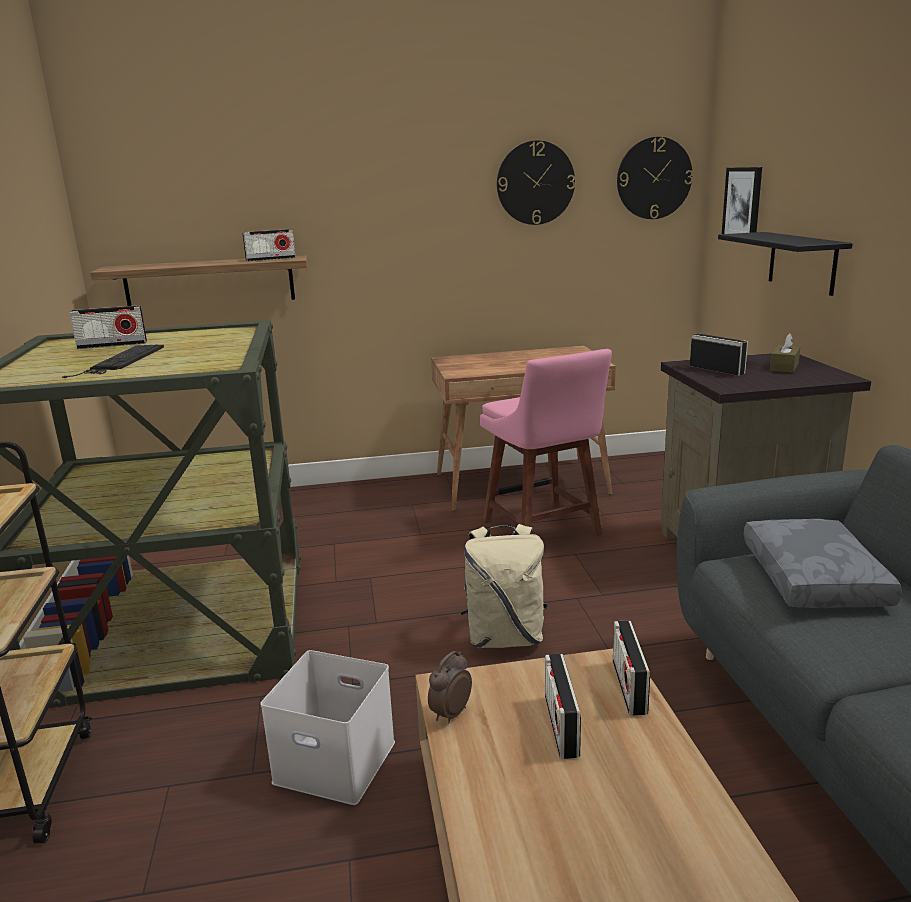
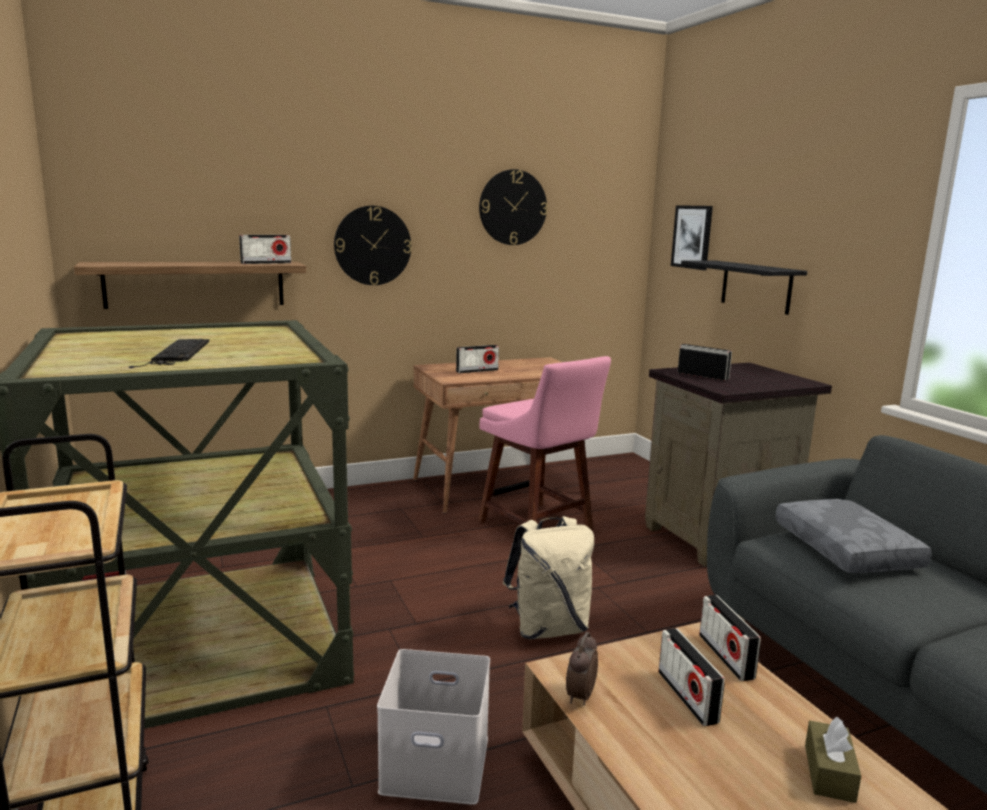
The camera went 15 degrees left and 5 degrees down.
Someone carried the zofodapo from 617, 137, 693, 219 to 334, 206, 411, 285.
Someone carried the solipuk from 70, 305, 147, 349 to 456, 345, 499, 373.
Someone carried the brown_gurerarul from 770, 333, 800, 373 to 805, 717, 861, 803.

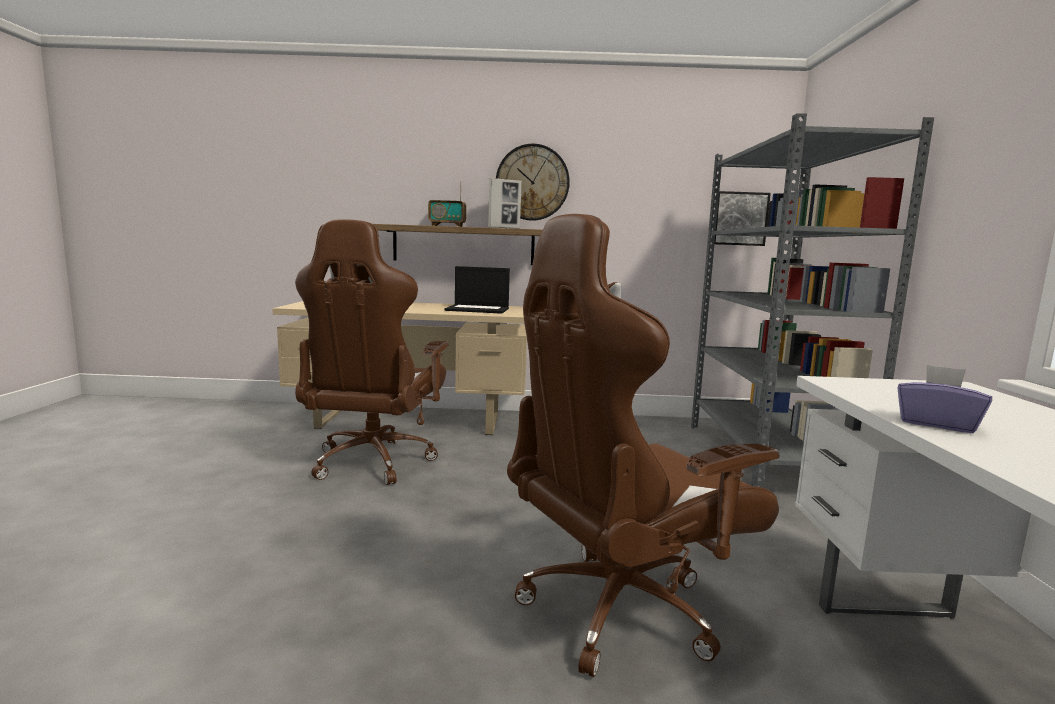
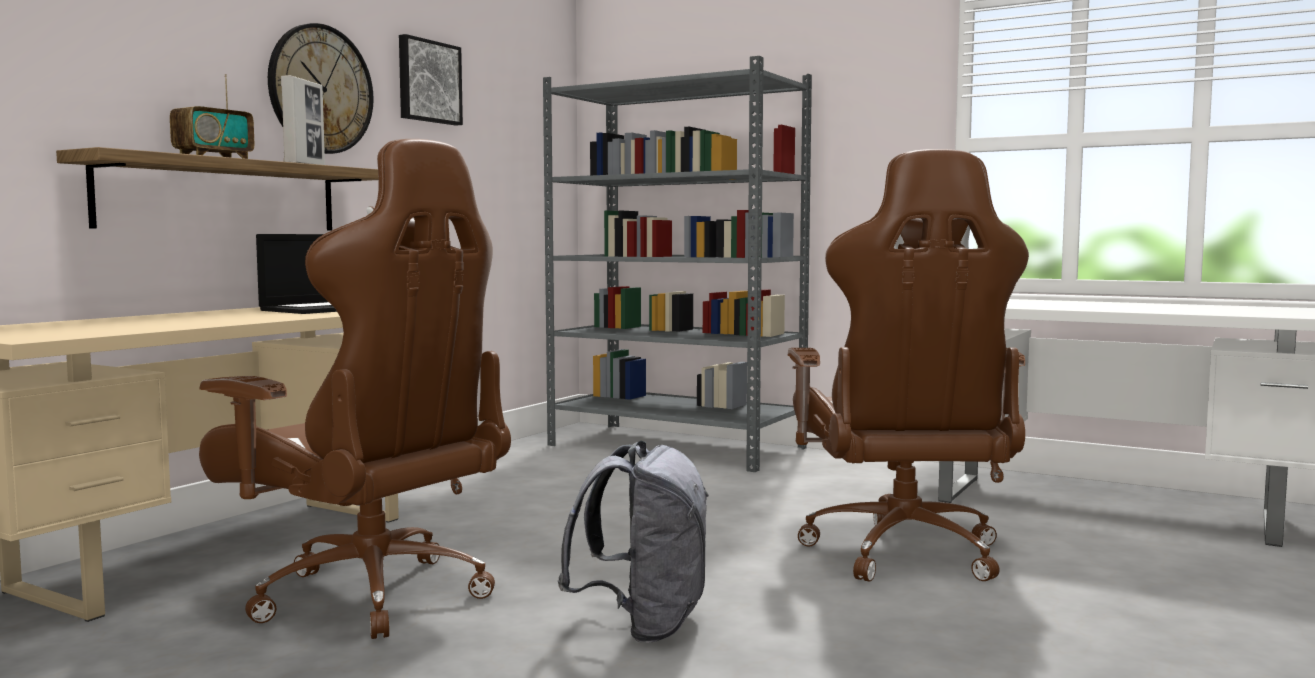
The camera went 60 degrees left and 5 degrees down.
Someone carried the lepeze from 712, 191, 771, 246 to 399, 34, 463, 126.
Someone put down the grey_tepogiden at 558, 441, 709, 643.
Someone took away the purple_gurerarul at 898, 365, 992, 433.

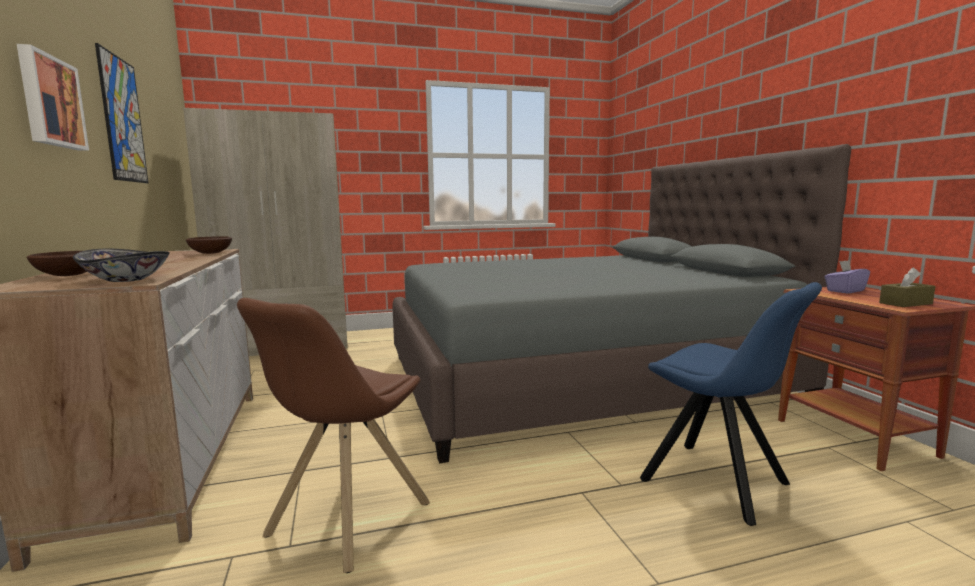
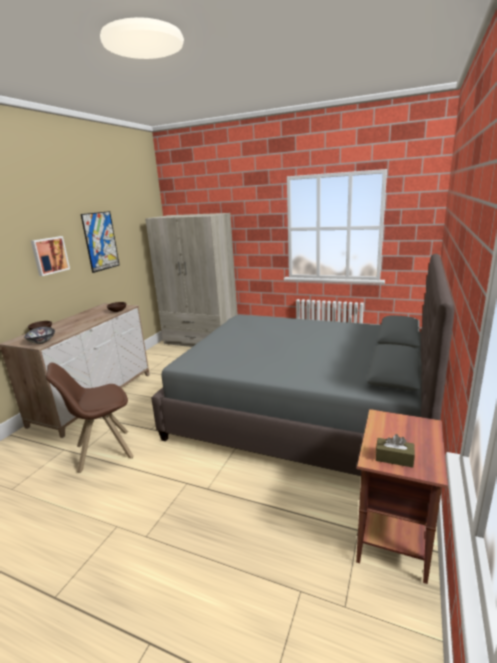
The camera went 40 degrees right and 10 degrees up.
Someone took away the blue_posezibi at 640, 282, 822, 526.
Someone took away the purple_gurerarul at 824, 260, 870, 294.

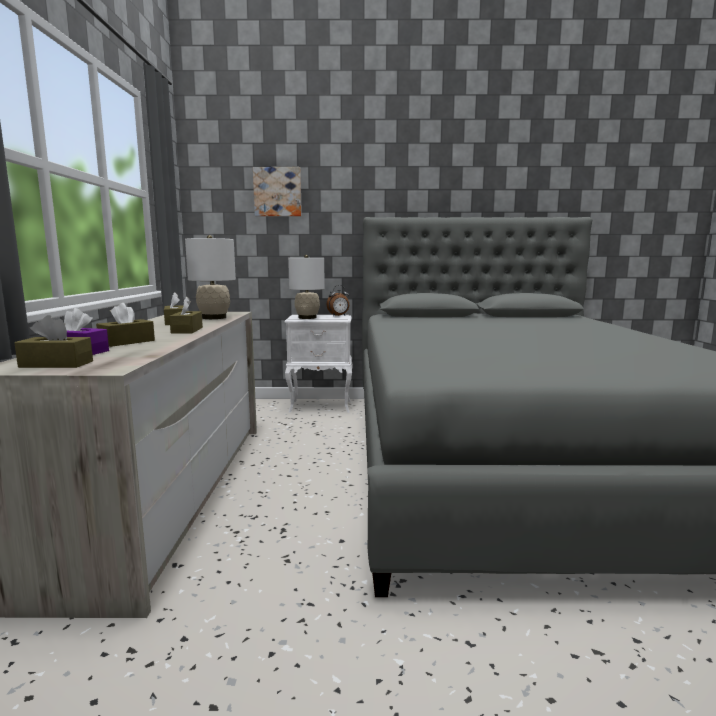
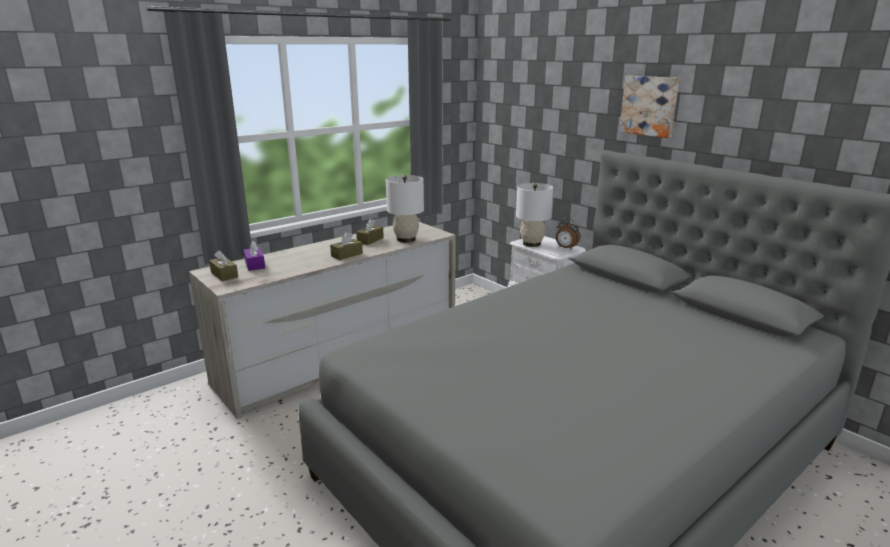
The camera went 50 degrees right and 10 degrees up.
Someone carried the lepeze from 253, 167, 302, 216 to 619, 76, 679, 138.
Someone took away the brown_gurerarul at 96, 303, 155, 347.

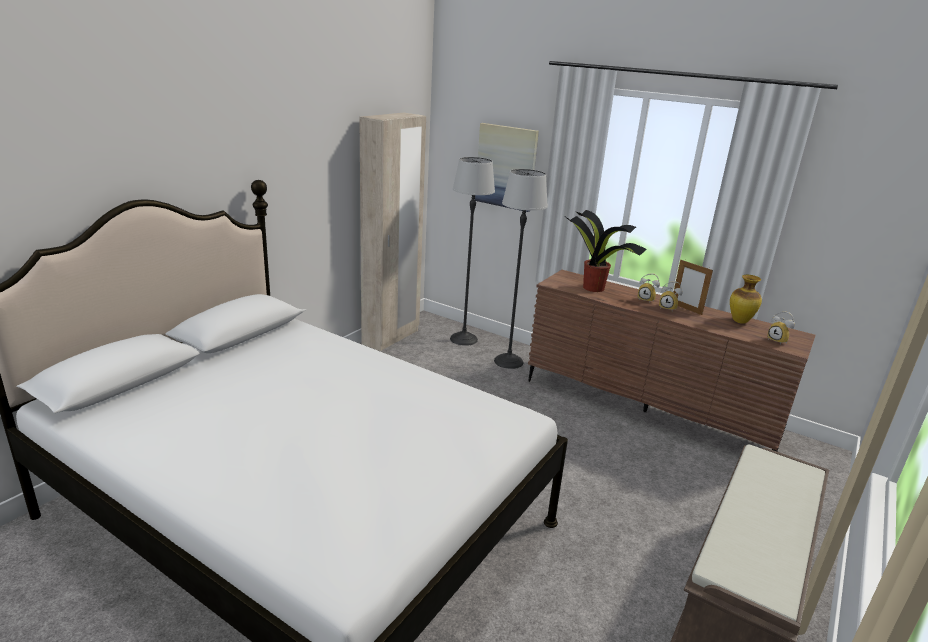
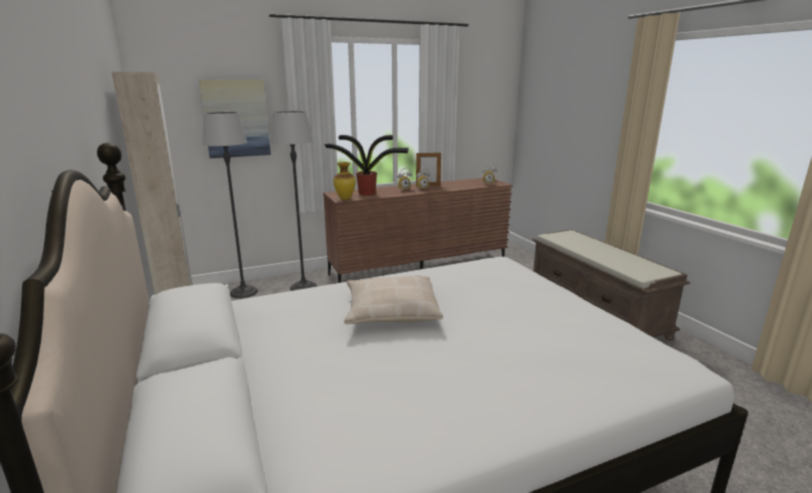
The camera went 55 degrees left and 5 degrees down.
Someone carried the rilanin from 730, 275, 762, 324 to 333, 162, 356, 200.
Someone put down the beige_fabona at 344, 275, 443, 324.

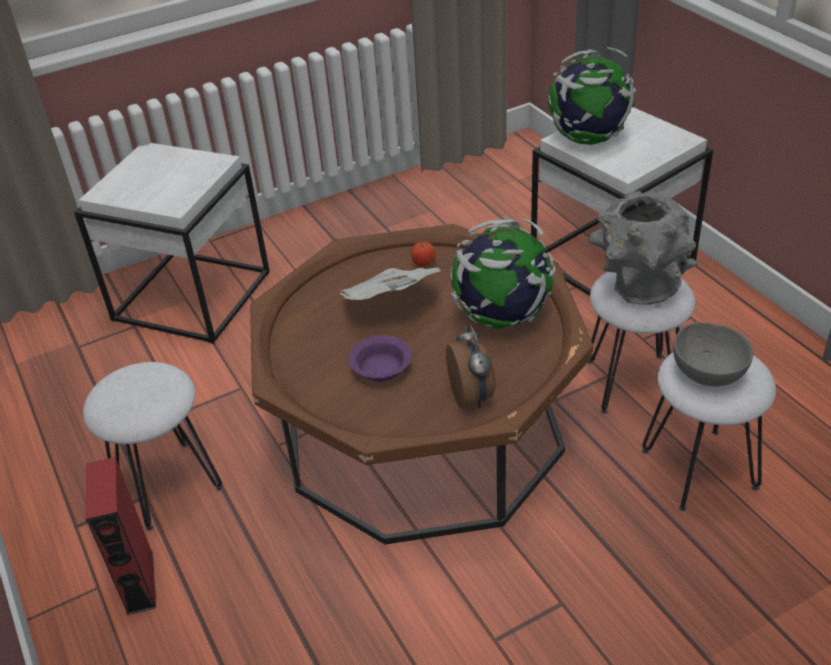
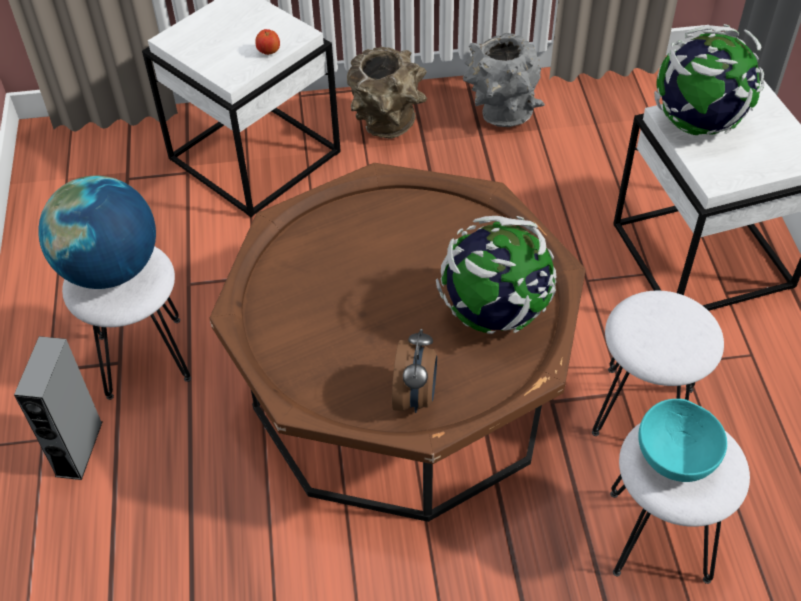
The camera went 20 degrees right and 10 degrees up.
Someone repainted the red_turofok at 86, 457, 156, 615, which became the grey_turofok at 14, 336, 103, 480.
Someone put down the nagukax at 38, 176, 156, 289.
Someone carried the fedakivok from 411, 242, 436, 267 to 255, 29, 280, 55.
Someone put down the brown_rilanin at 347, 47, 427, 139.
Someone carried the grey_rilanin from 588, 191, 698, 305 to 463, 33, 545, 127.
Someone repainted the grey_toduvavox at 673, 322, 753, 386, which became the turquoise_toduvavox at 638, 399, 727, 482.
Someone took away the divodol at 340, 267, 440, 300.
Someone took away the purple_toduvavox at 348, 335, 411, 382.

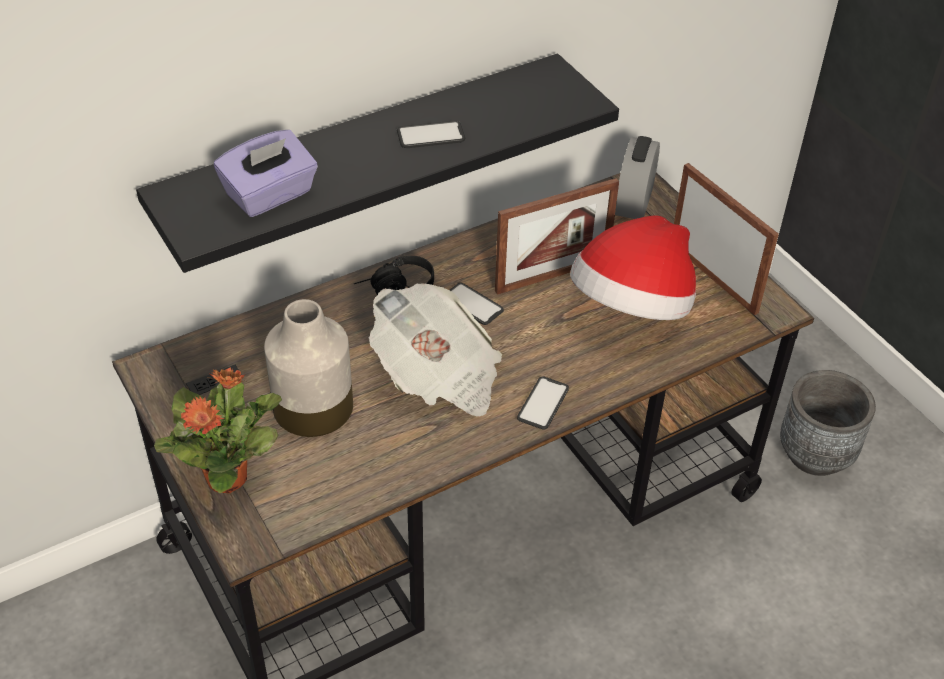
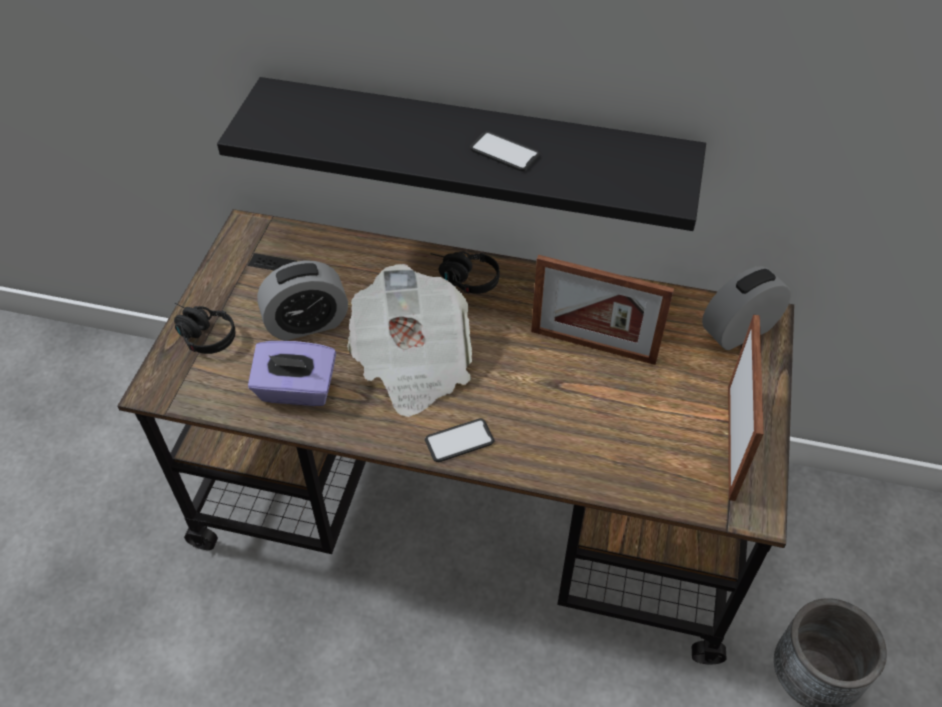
The camera went 45 degrees right and 5 degrees up.
Someone swapped the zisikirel at 154, 367, 282, 494 for the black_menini at 174, 303, 236, 354.
Someone carried the purple_gurerarul from 214, 130, 318, 217 to 248, 341, 336, 406.
Someone swapped the beige_rilanin at 264, 299, 353, 437 for the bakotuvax at 257, 260, 348, 341.
Someone took away the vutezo at 450, 283, 504, 325.
Someone took away the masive at 570, 215, 696, 320.

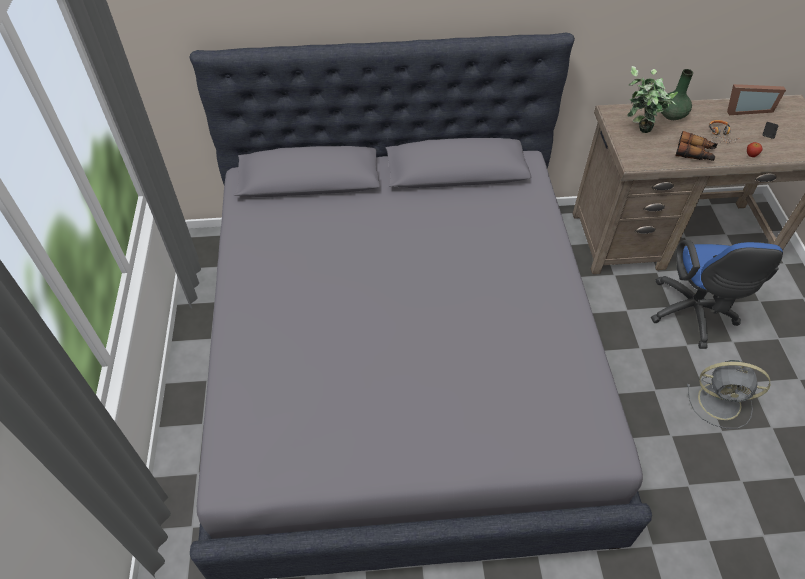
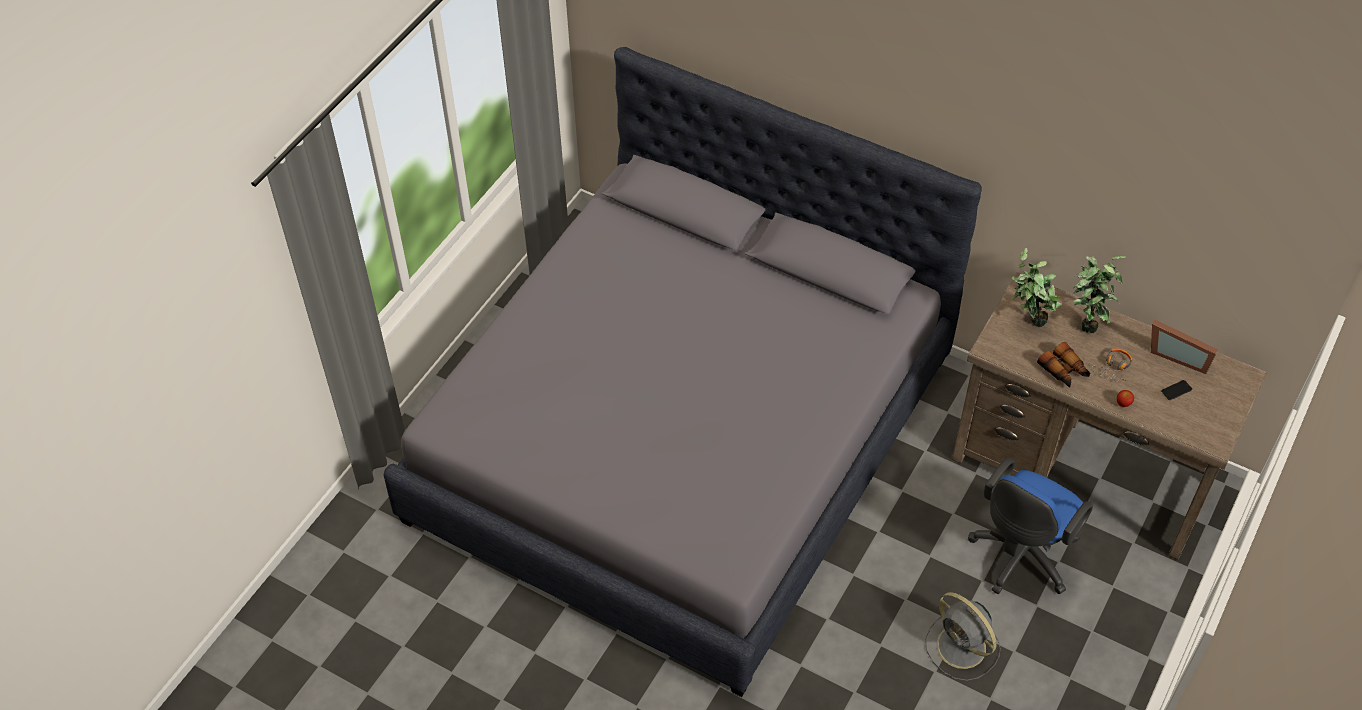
The camera went 35 degrees right and 0 degrees up.
Someone swapped the green_rilanin at 661, 69, 693, 120 for the zisikirel at 1073, 255, 1126, 333.

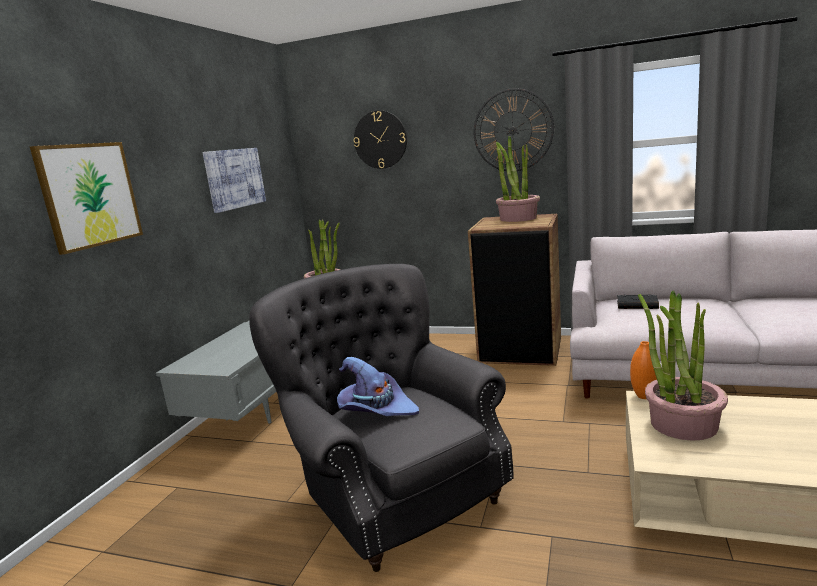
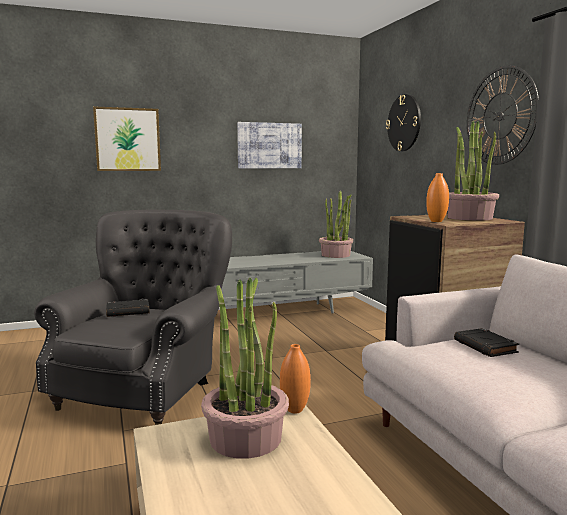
The camera went 50 degrees right and 5 degrees down.
Someone swapped the purple_masive at 337, 357, 419, 416 for the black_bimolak at 106, 299, 150, 317.
Someone put down the orange_rilanin at 426, 173, 449, 222.

